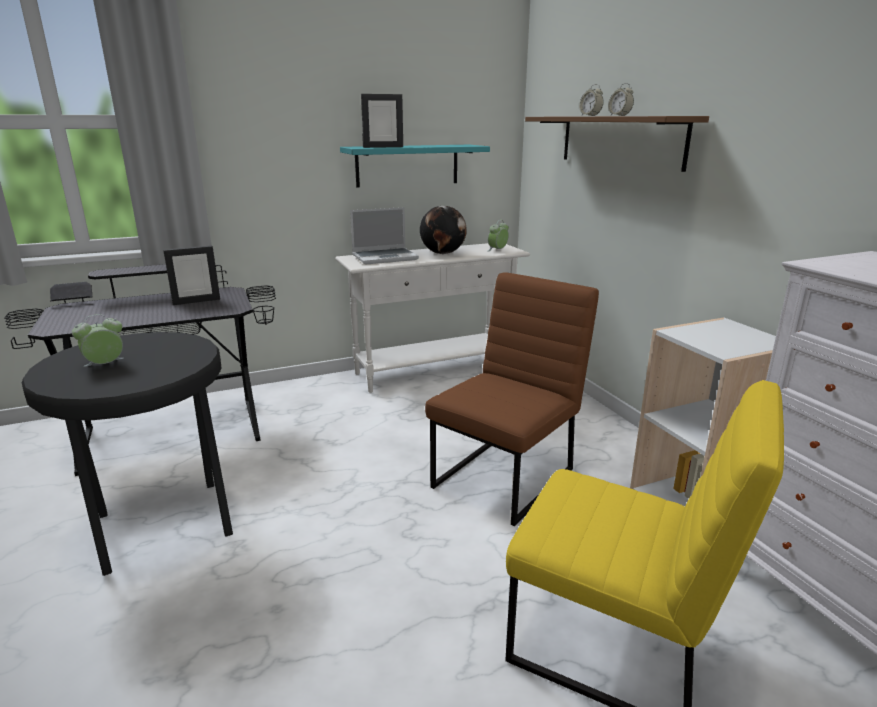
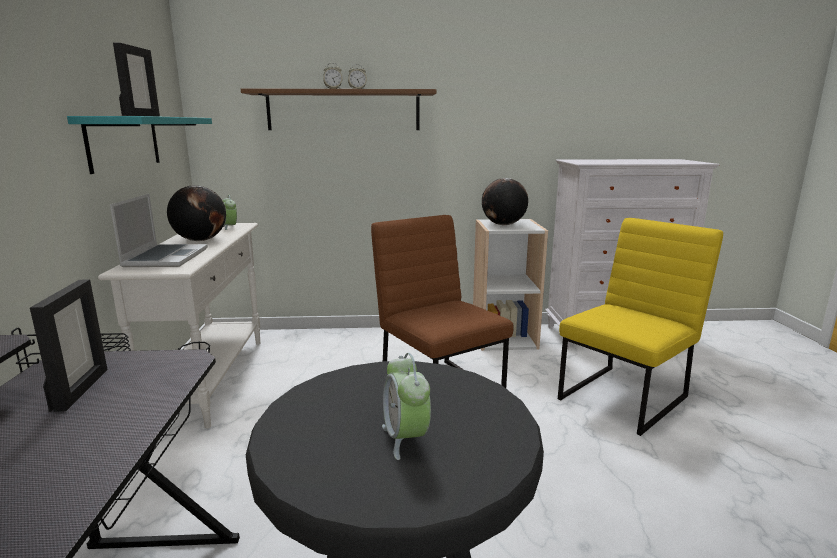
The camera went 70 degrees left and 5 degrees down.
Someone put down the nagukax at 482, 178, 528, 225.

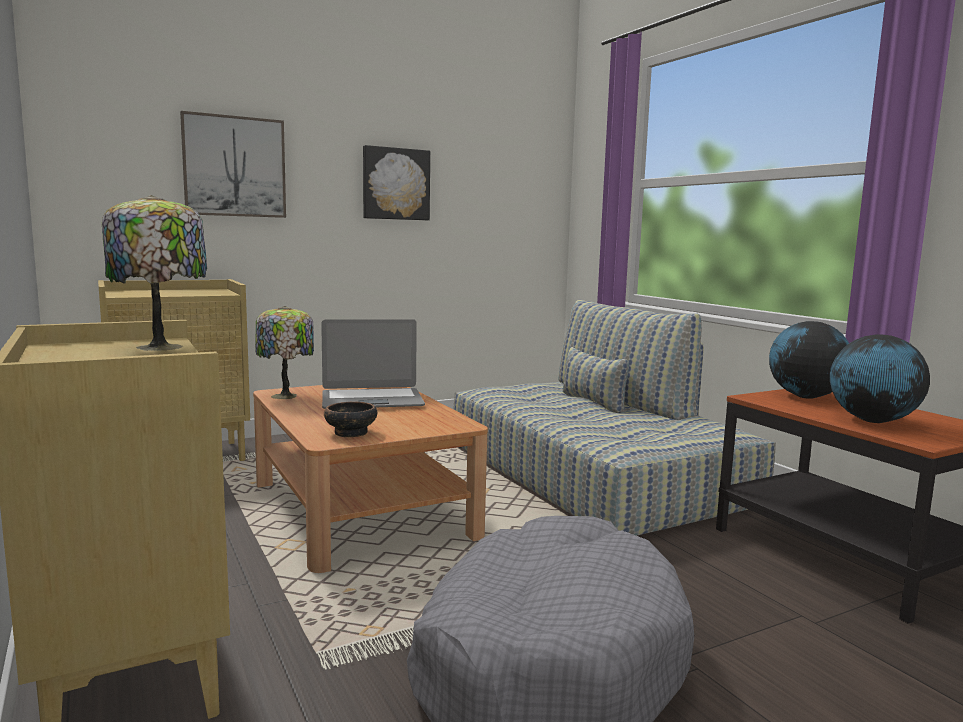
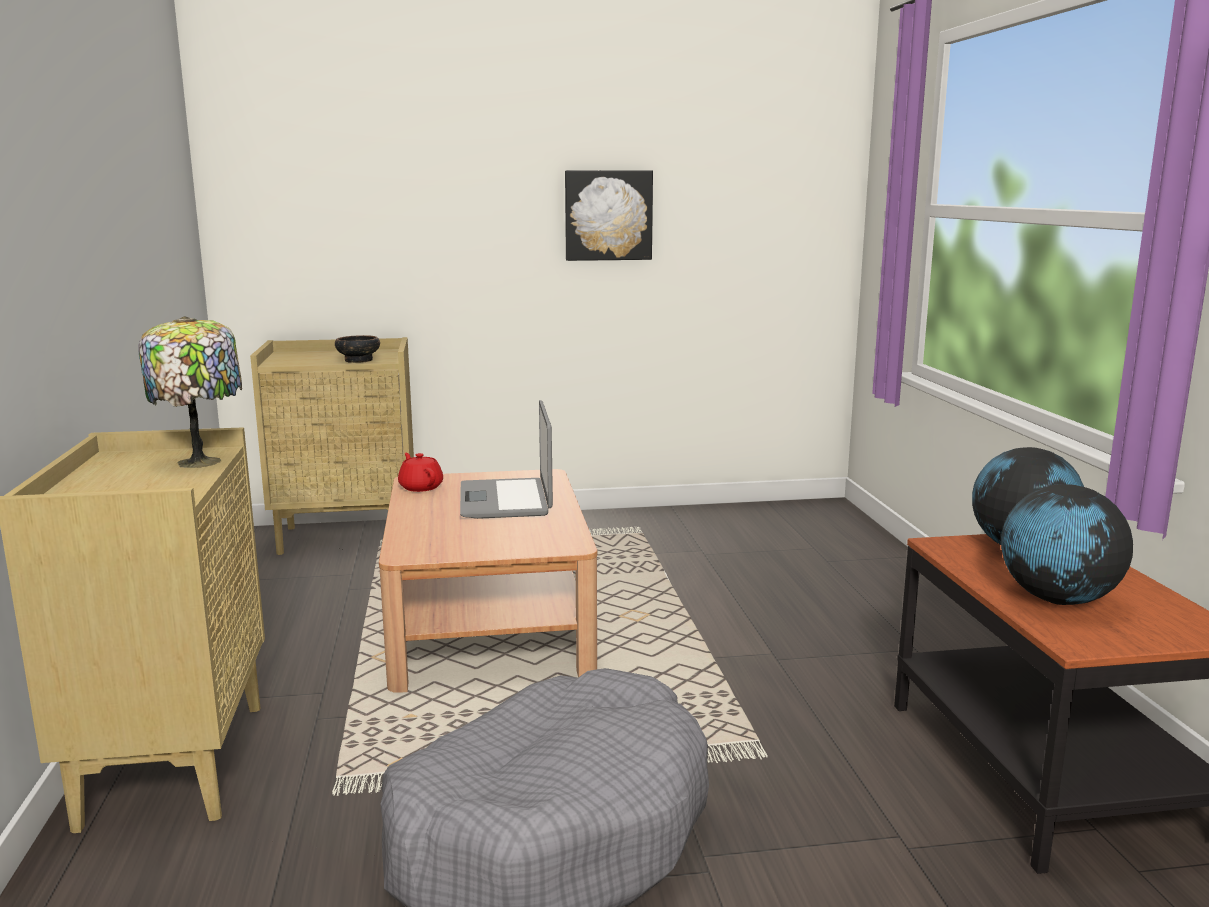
The camera went 20 degrees right and 5 degrees up.
Someone carried the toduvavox from 324, 402, 377, 437 to 335, 335, 380, 363.
Someone swapped the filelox at 255, 306, 314, 399 for the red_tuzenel at 398, 453, 443, 492.
Someone rotated the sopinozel at 321, 319, 425, 409 by 75 degrees clockwise.
Someone took away the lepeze at 180, 111, 286, 218.
Someone took away the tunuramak at 453, 300, 776, 536.

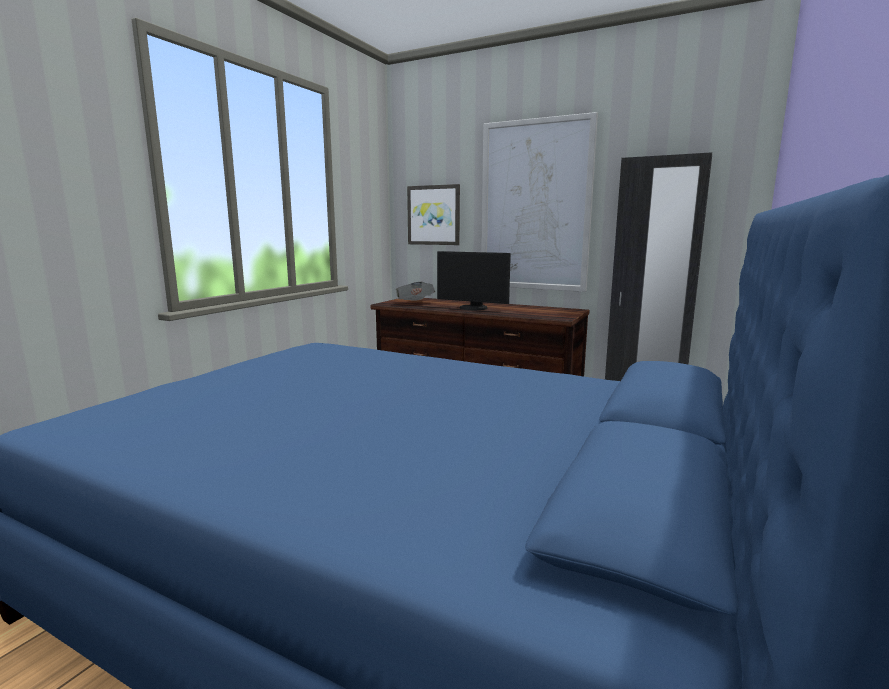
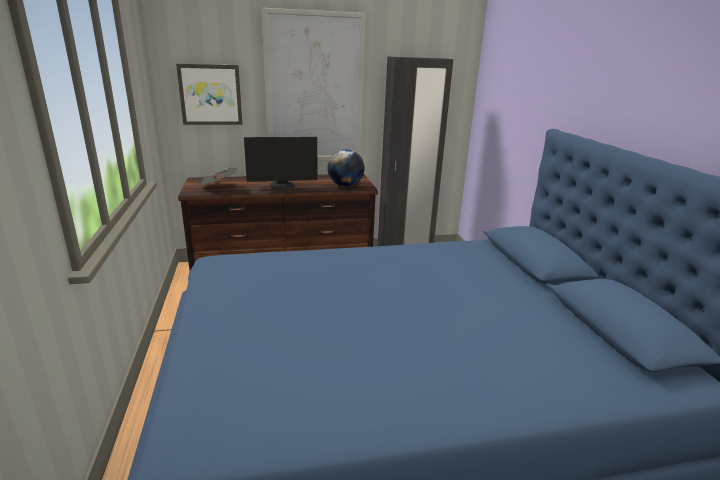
The camera went 40 degrees left and 10 degrees up.
Someone put down the nagukax at 327, 149, 365, 187.

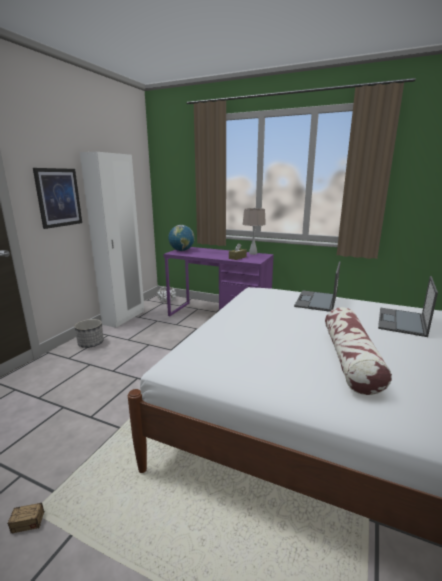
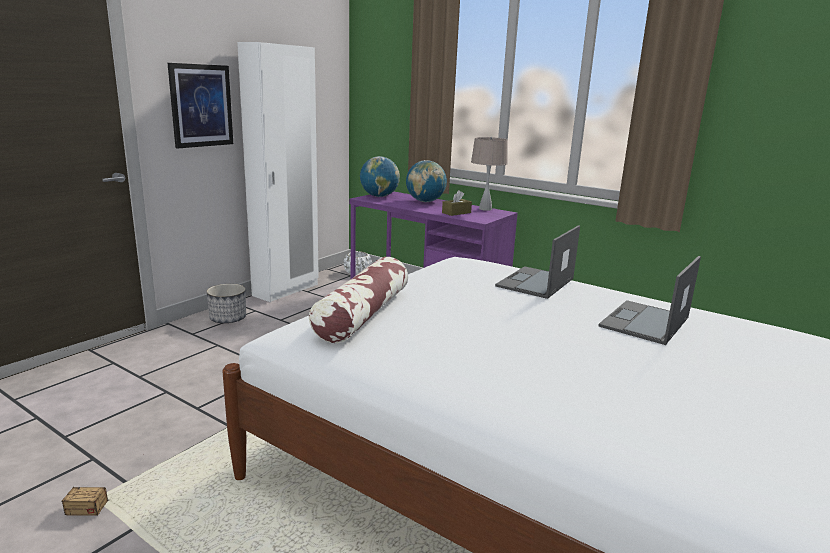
The camera went 10 degrees right and 0 degrees up.
Someone carried the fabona from 325, 307, 392, 395 to 309, 257, 408, 343.
Someone put down the nagukax at 406, 160, 447, 202.

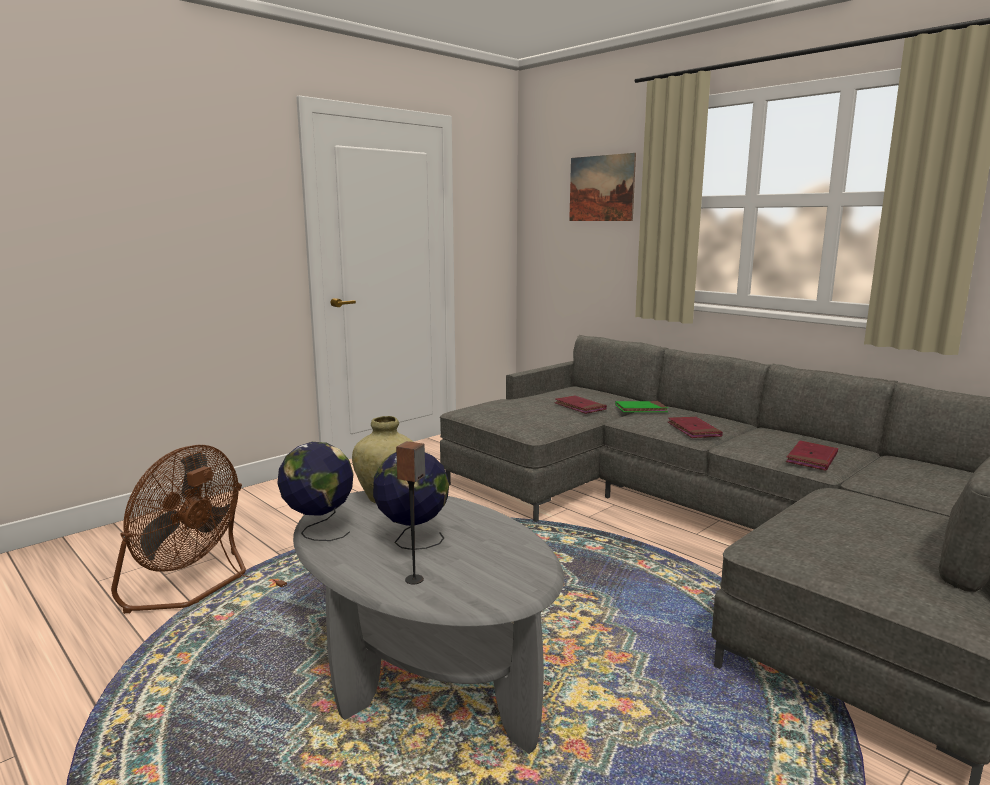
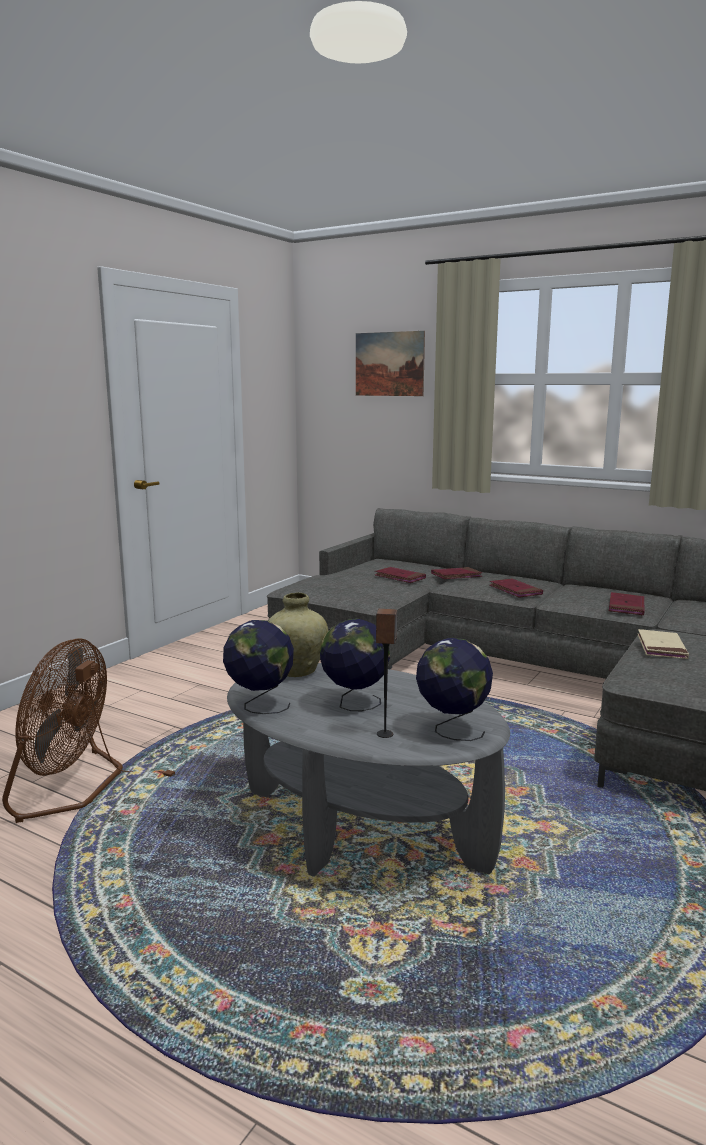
The camera went 15 degrees left and 0 degrees up.
Someone put down the nagukax at 416, 638, 493, 741.
Someone repainted the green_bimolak at 615, 401, 668, 412, which became the red_bimolak at 431, 567, 482, 579.
Someone put down the beige_bimolak at 638, 629, 689, 659.

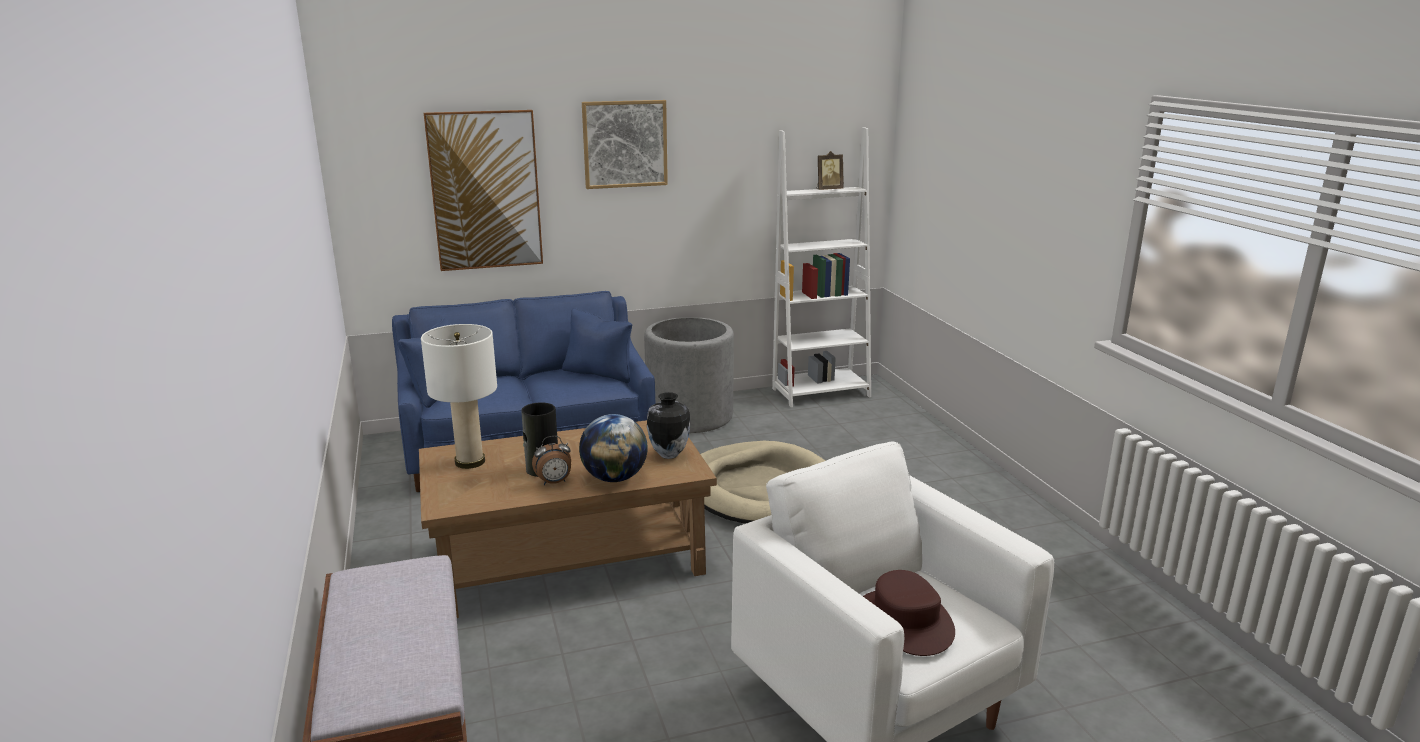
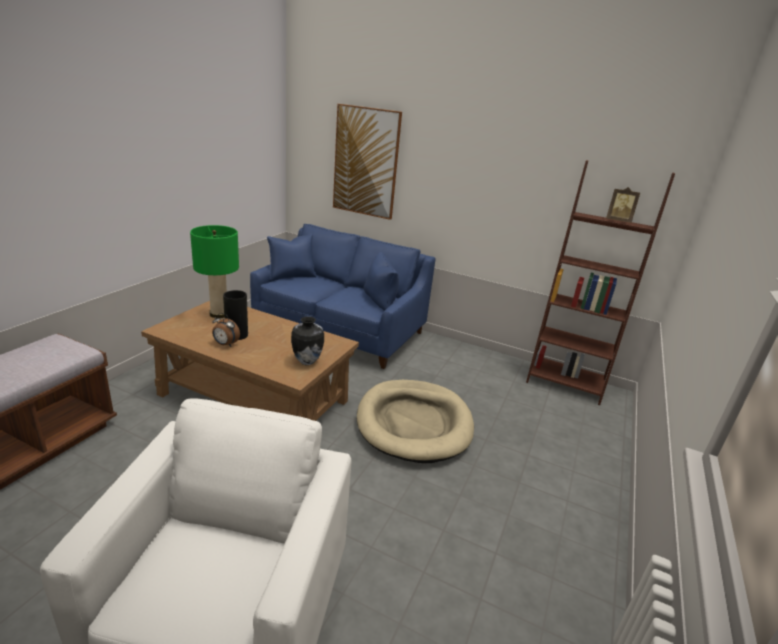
The camera went 40 degrees right and 5 degrees up.
Someone repainted the white_filelox at 421, 324, 497, 469, which became the green_filelox at 190, 225, 239, 318.
Someone repainted the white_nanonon at 772, 127, 871, 408, which became the brown_nanonon at 526, 160, 675, 405.
Someone took away the nagukax at 579, 414, 648, 482.
Someone took away the lepeze at 582, 100, 668, 189.
Someone took away the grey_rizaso at 644, 317, 734, 433.
Someone took away the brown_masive at 863, 570, 955, 656.

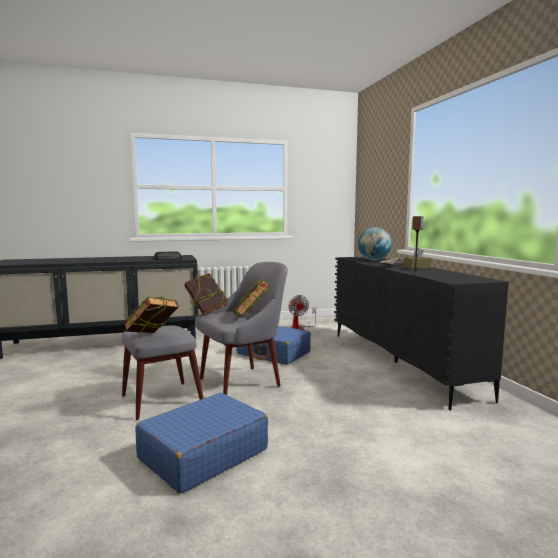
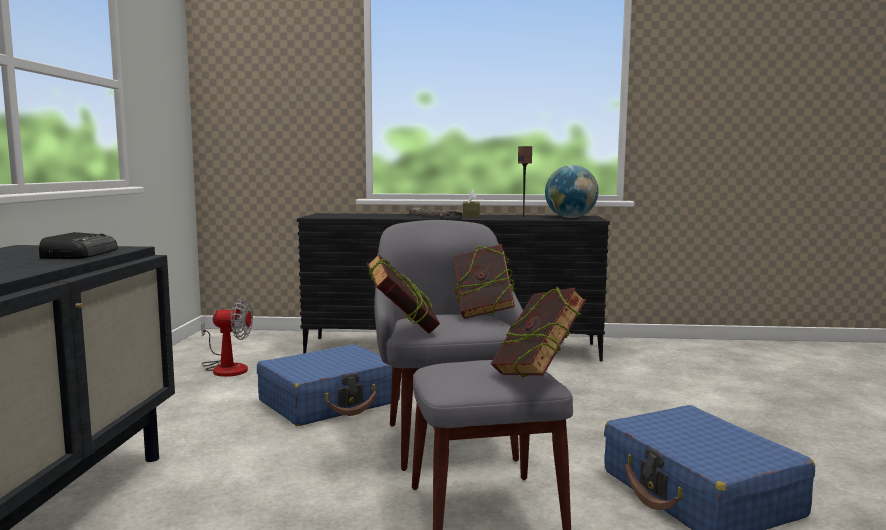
The camera went 70 degrees left and 0 degrees up.
Someone carried the nagukax from 358, 227, 392, 261 to 545, 165, 599, 218.

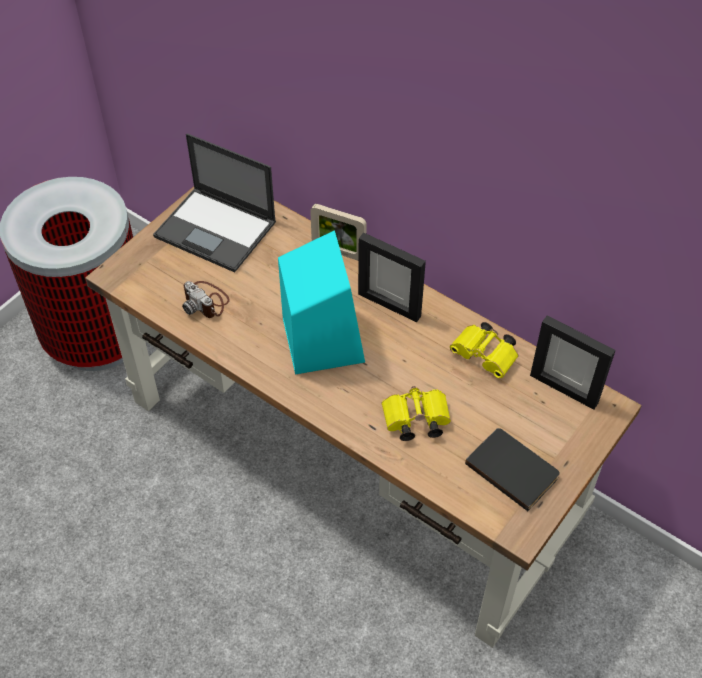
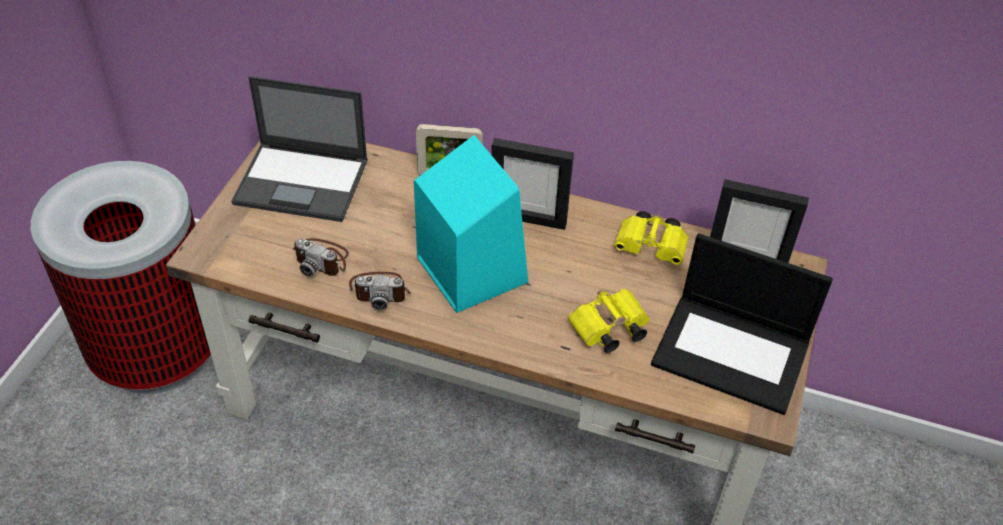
The camera went 20 degrees left and 5 degrees down.
Someone put down the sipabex at 349, 272, 411, 310.
Someone swapped the black_bimolak at 465, 428, 560, 511 for the sopinozel at 651, 233, 833, 415.

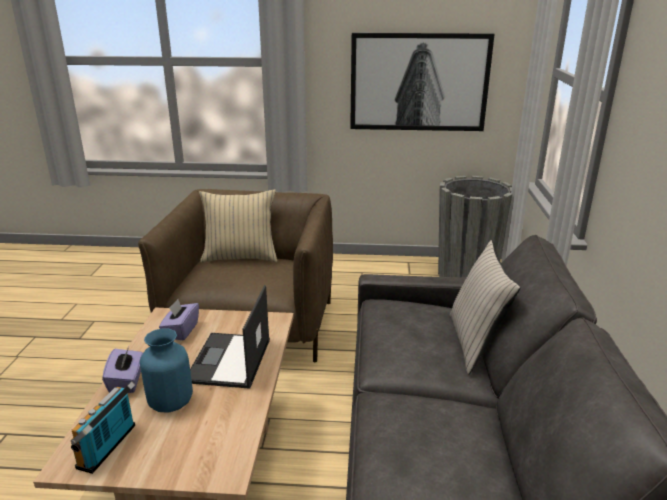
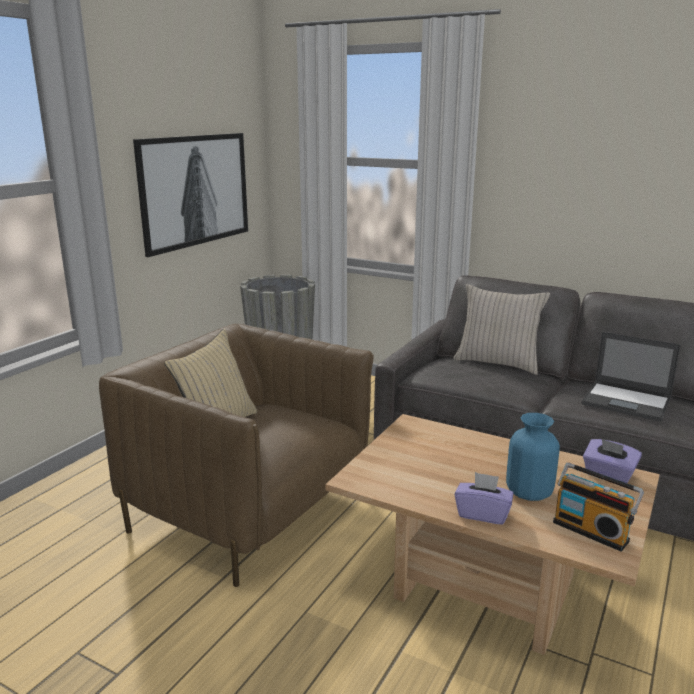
The camera went 65 degrees left and 5 degrees down.
Someone carried the sopinozel from 190, 285, 270, 389 to 581, 332, 681, 422.
Someone carried the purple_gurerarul from 159, 299, 199, 340 to 583, 439, 642, 483.

